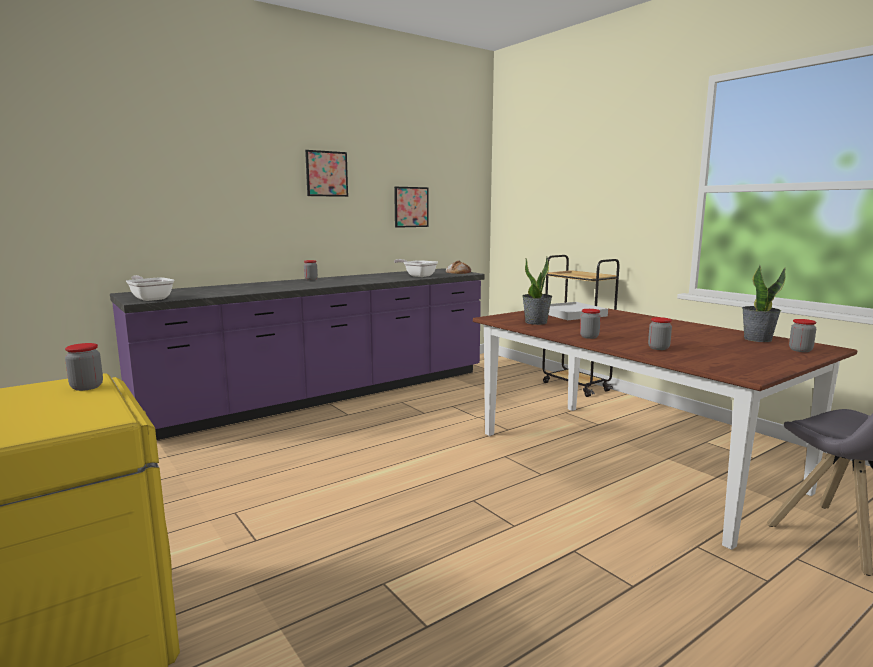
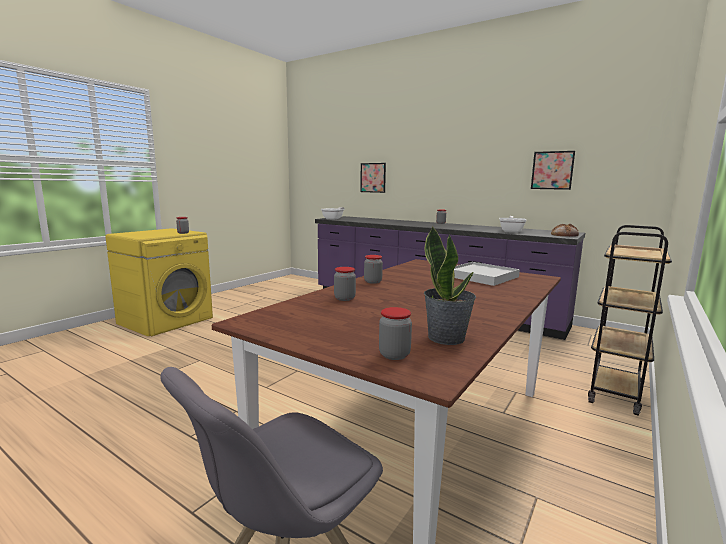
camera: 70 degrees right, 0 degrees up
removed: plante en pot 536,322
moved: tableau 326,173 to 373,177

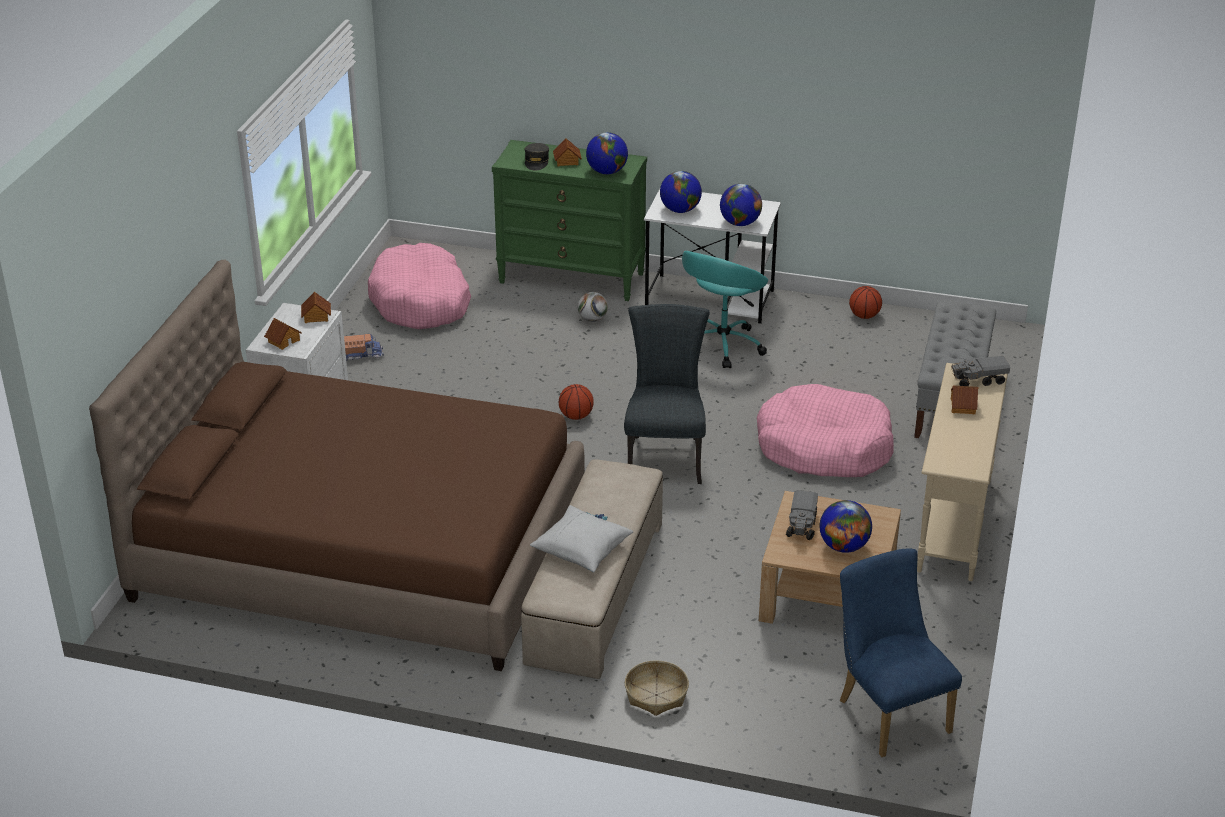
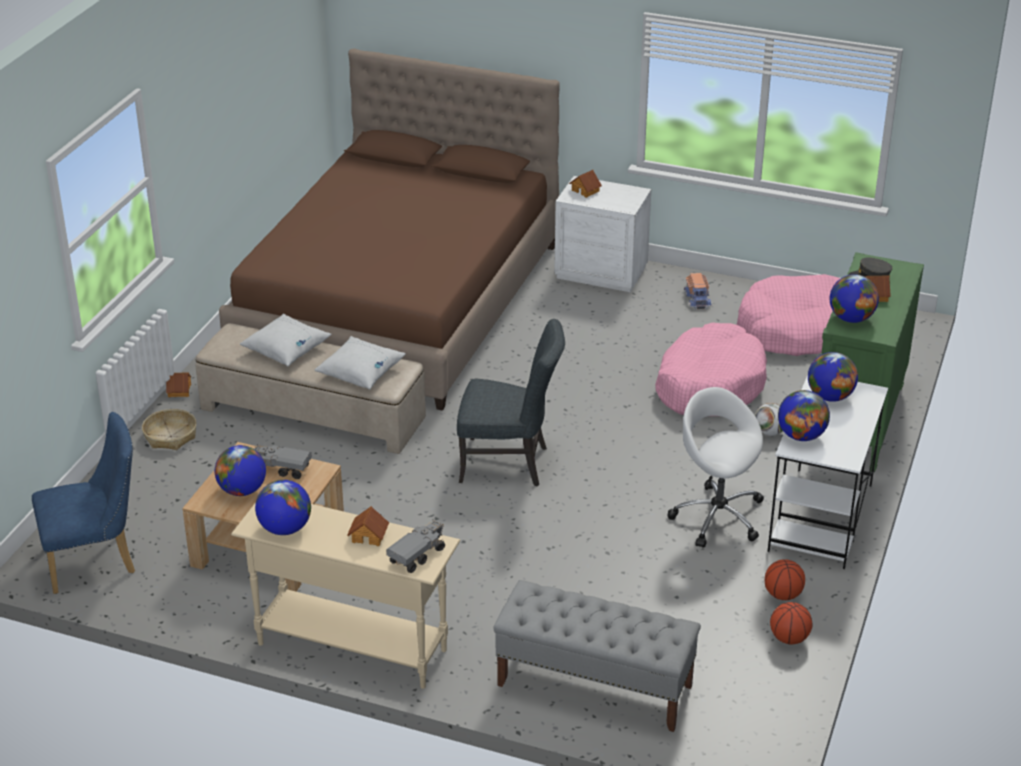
camera: 95 degrees right, 0 degrees up
added: globe 285,528; coussin (gris) 360,373
moved: maison miniature 316,317 to 179,390; ballon de basket 576,416 to 783,595; panier pour chien (rose) 824,447 to 709,385
recoloured: chaise de bureau (turquoise) 721,346 to chaise de bureau (blanc) 716,516
turned: camion jouet 978,380 = 417,556 45 degrees clockwise

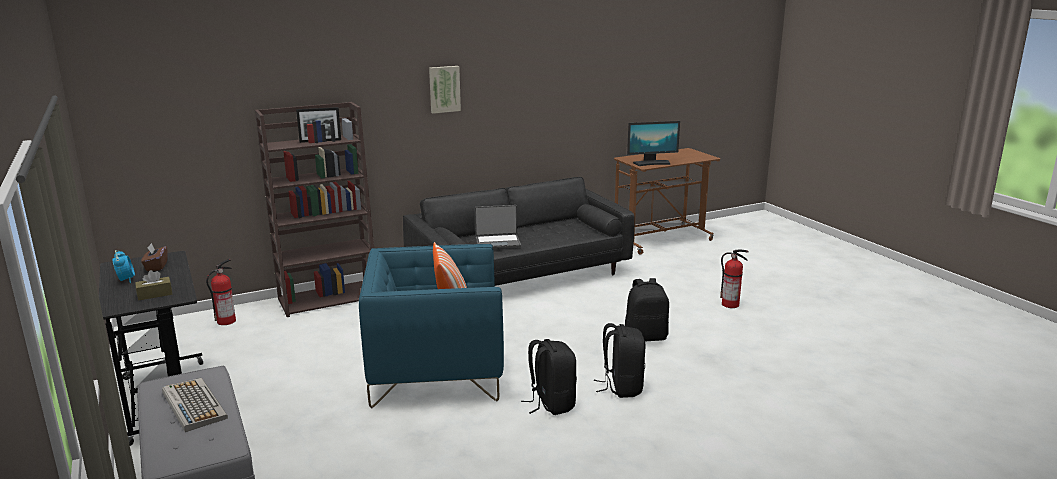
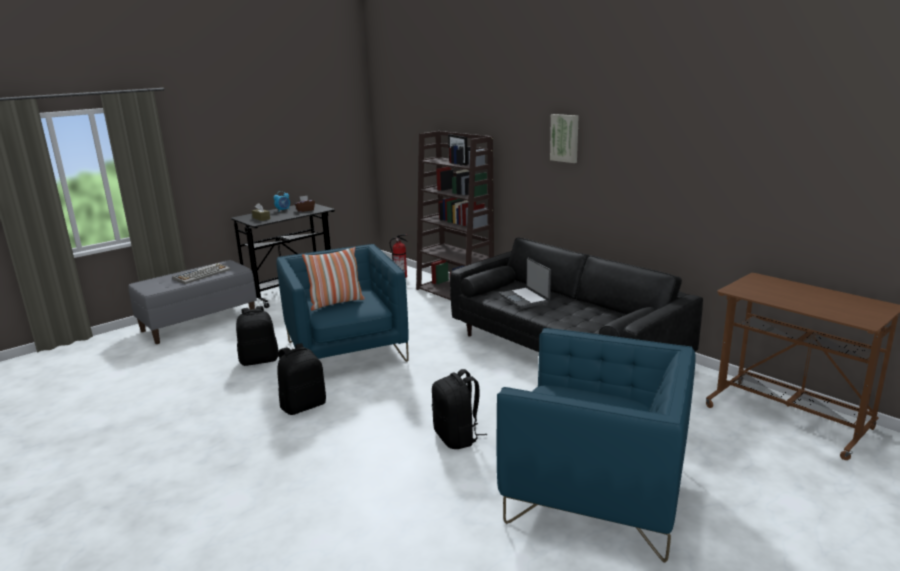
camera: 75 degrees right, 0 degrees up
removed: écran d'ordinateur 652,163
moved: sac à dos (noir) 621,387 to 259,360
replaced: extincteur 731,304 to fauteuil (bleu) 595,493

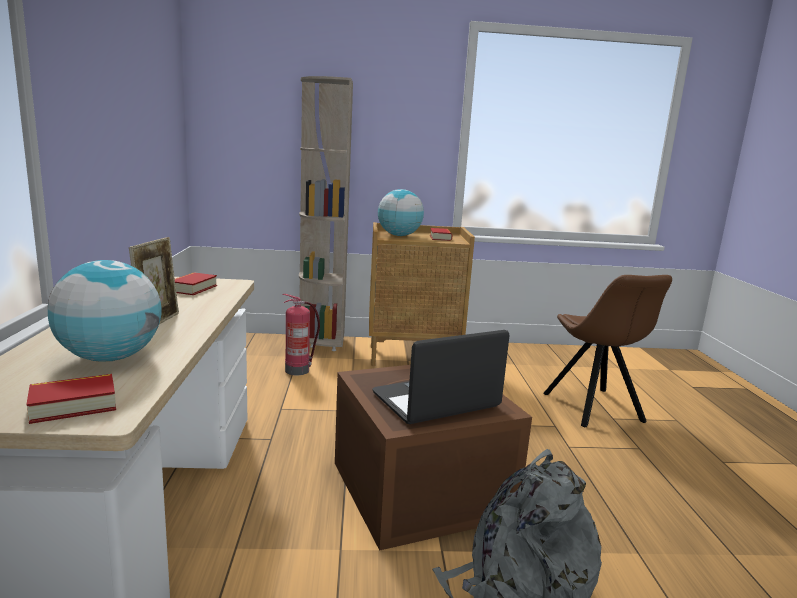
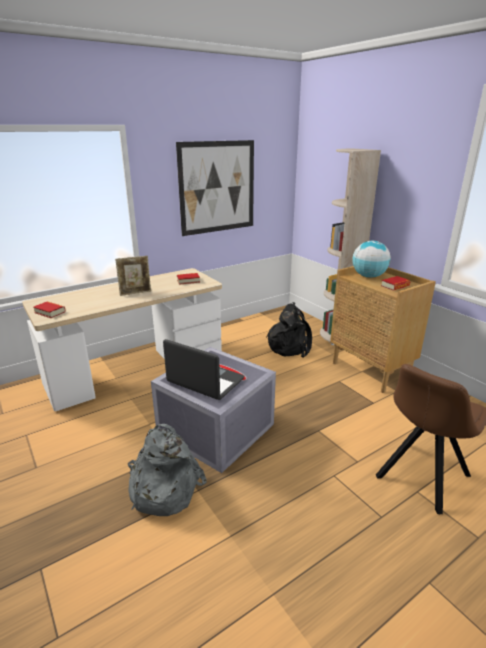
camera: 60 degrees right, 10 degrees up
removed: globe 110,358
added: tableau 217,187
replaced: extincteur 298,370 to sac à dos (noir) 290,346
recoloured: boîte de rangement (marron) 419,491 to boîte de rangement (gris) 214,429

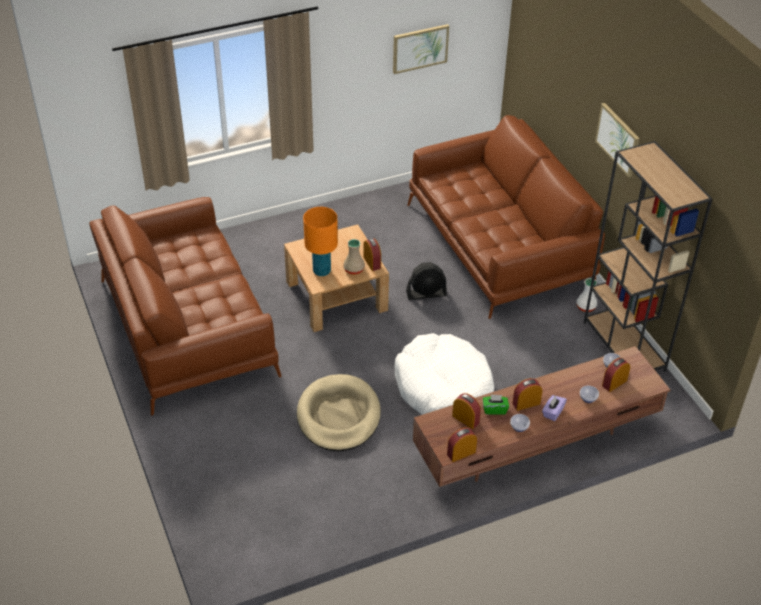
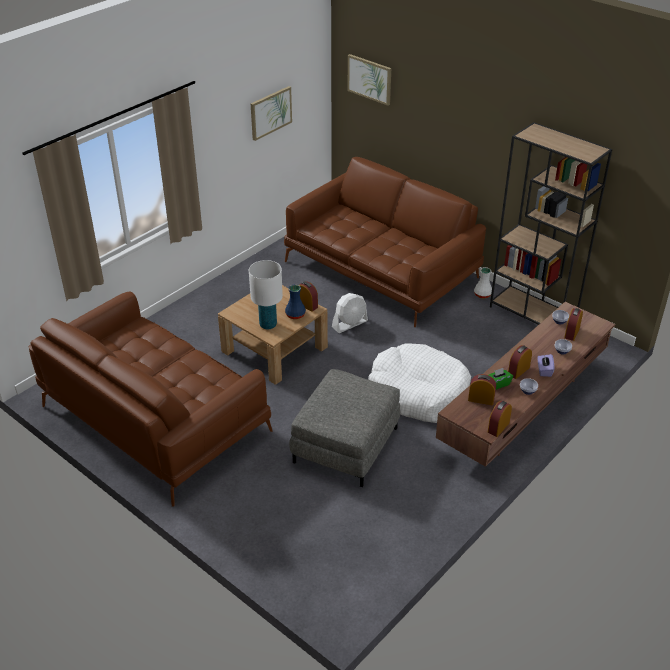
camera: 25 degrees left, 5 degrees down
moved: tableau 618,139 to 369,79
replaced: panier pour chien (beige) 338,416 to pouf (gris) 346,445
recoloured: lampe de table (orange) 321,271 to lampe de table (blanc) 268,325; vase (beige) 353,270 to vase (bleu) 295,315; ventilateur (noir) 426,293 to ventilateur (blanc) 350,324

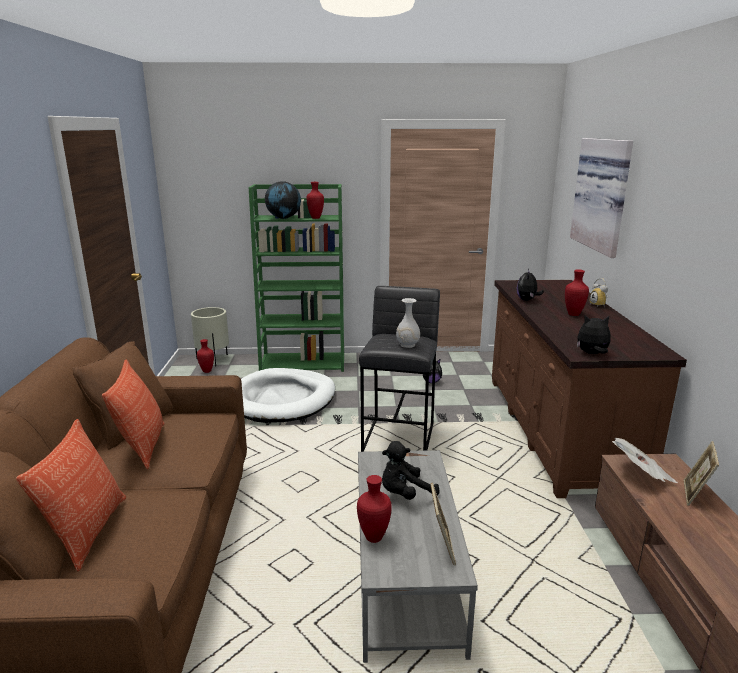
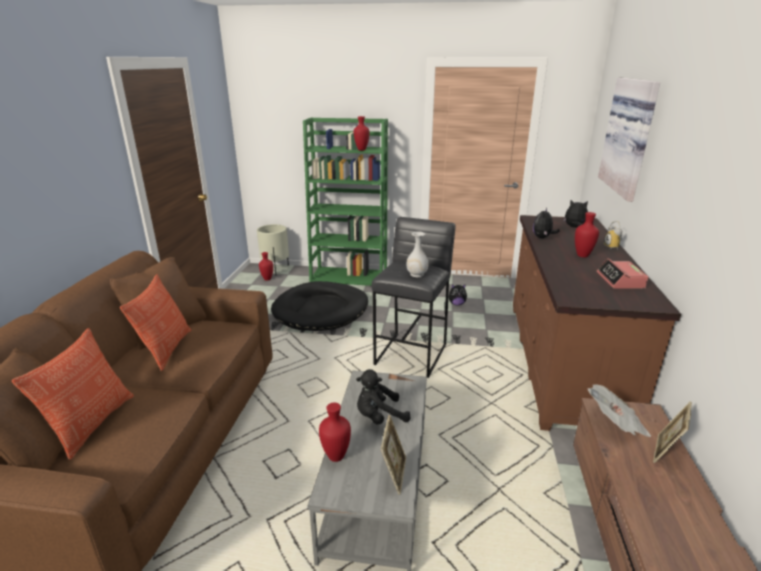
camera: 10 degrees right, 5 degrees up
removed: globe 284,218
added: réveil 620,280
moved: peluche 592,354 to 574,227
recoloured: panier pour chien (blanc) 282,399 to panier pour chien (noir) 321,310

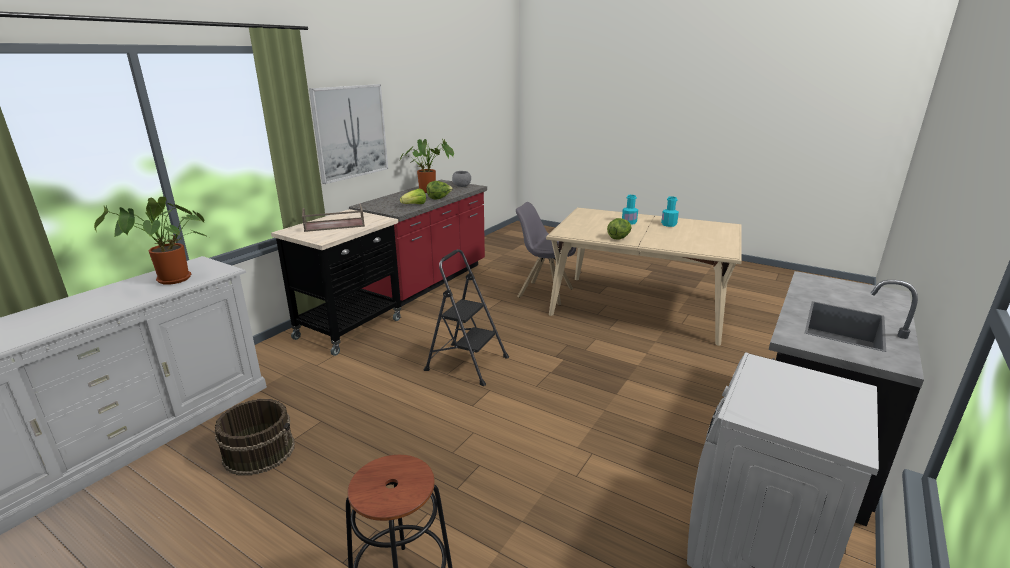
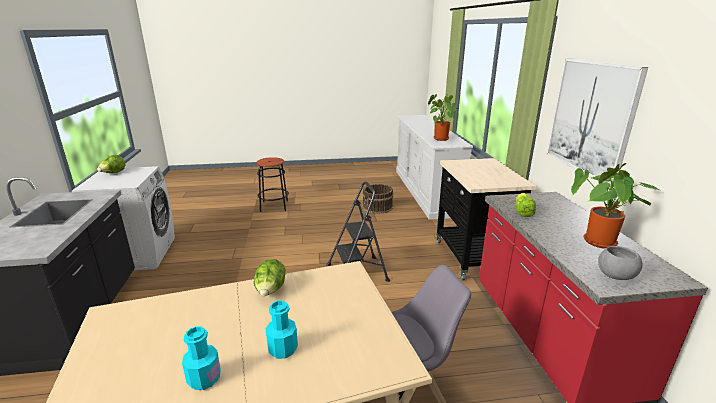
camera: 140 degrees right, 0 degrees up
removed: plateau (marron) 333,225
moved: laitue 439,198 to 113,173

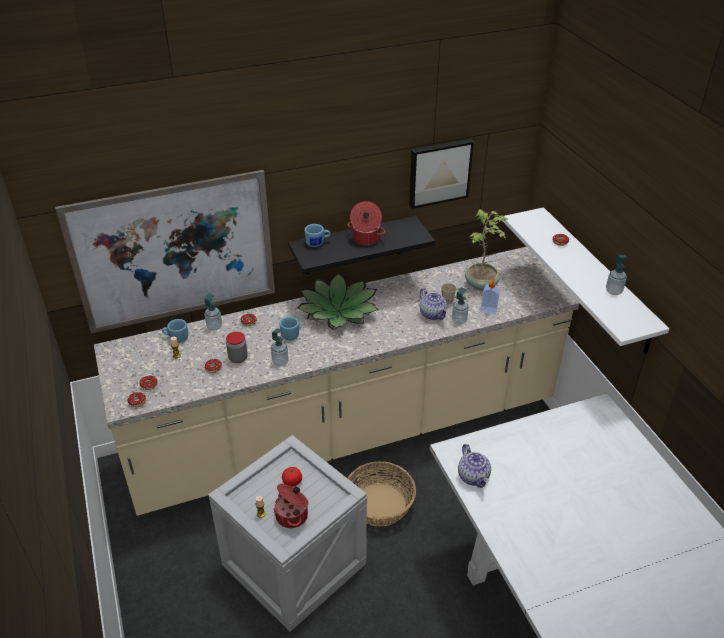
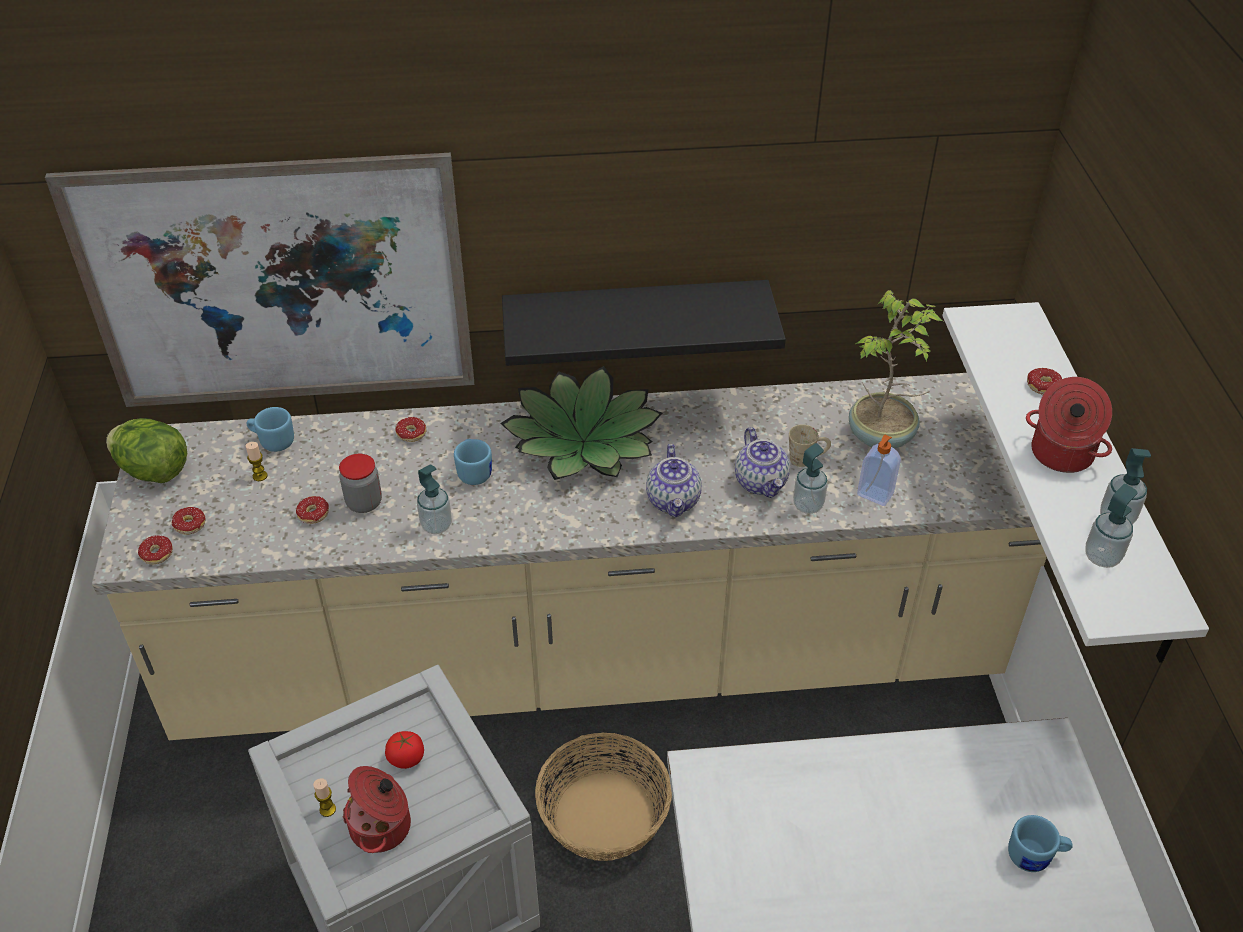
camera: 15 degrees right, 5 degrees up
removed: tableau 439,172
added: laitue 154,471
moved: distributeur de savon 214,326 to 1102,557; mug (bleu) 318,243 to 1035,857; marmite 366,239 to 1060,454; théière 474,477 to 674,501

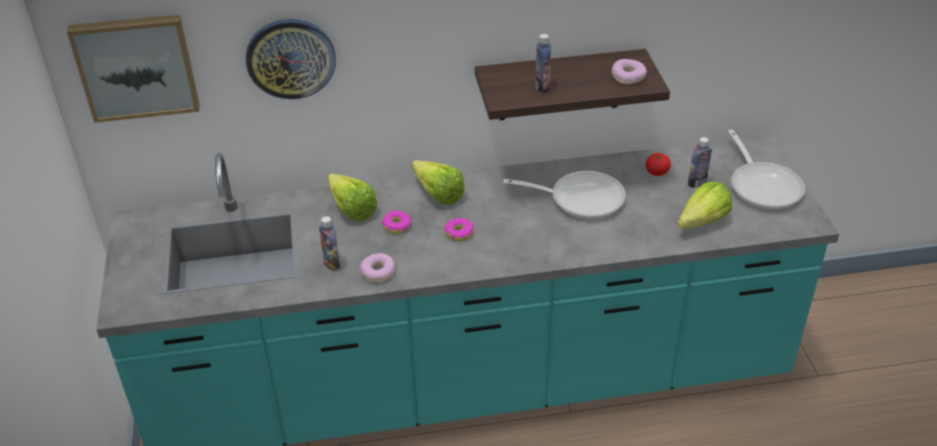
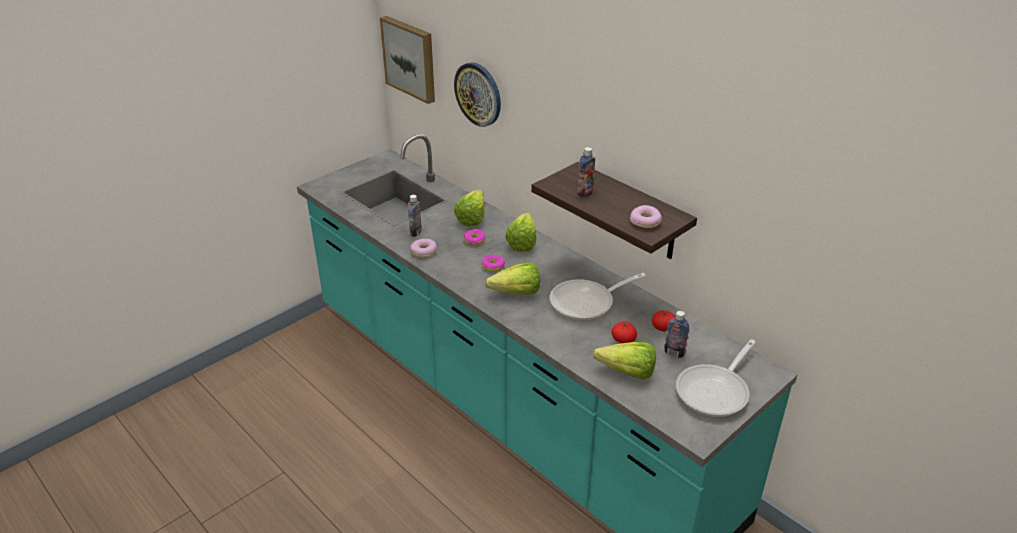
camera: 55 degrees right, 5 degrees down
added: laitue 512,293; tomate 623,339
turned: poêle 580,199 = 587,303 90 degrees clockwise

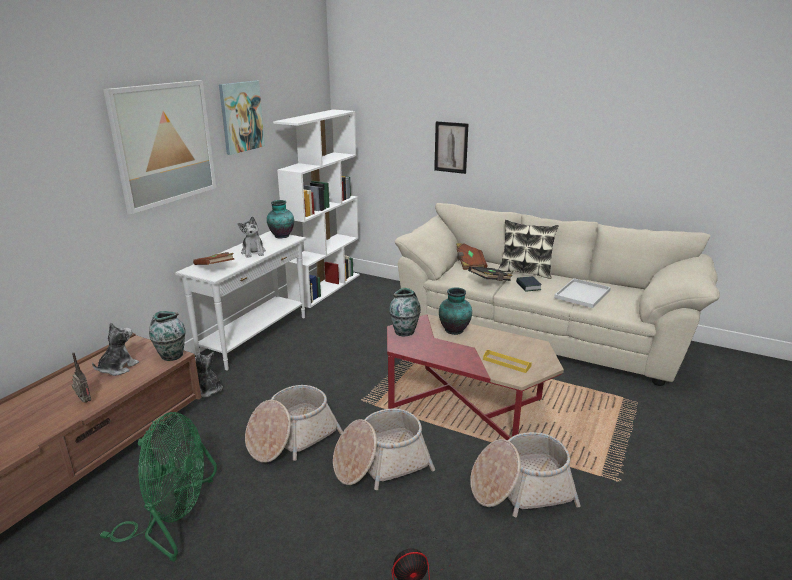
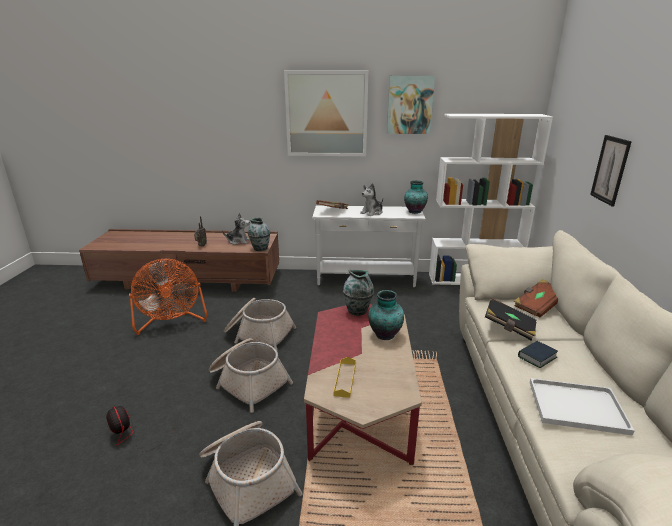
camera: 65 degrees right, 0 degrees up
removed: peluche 208,390; coussin 525,272
recoloured: ventilateur (vert) 171,519 to ventilateur (orange) 169,321

